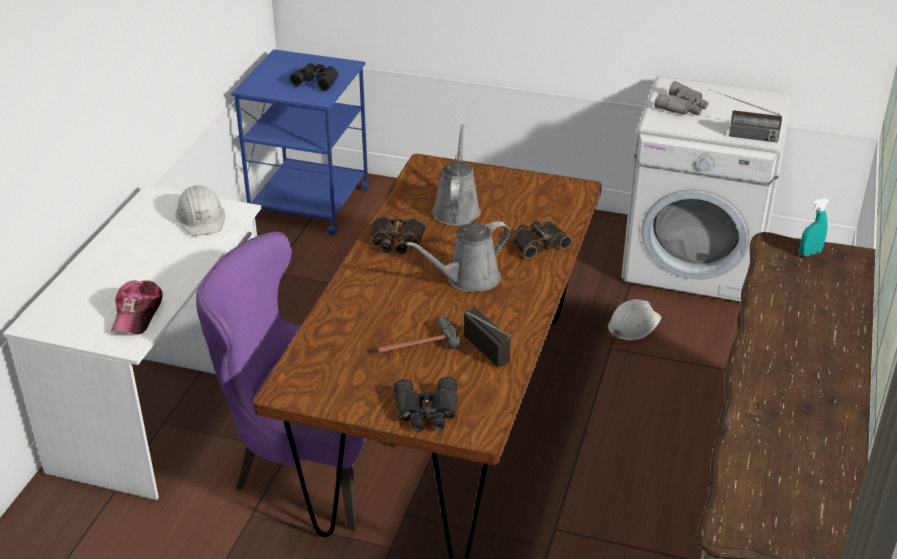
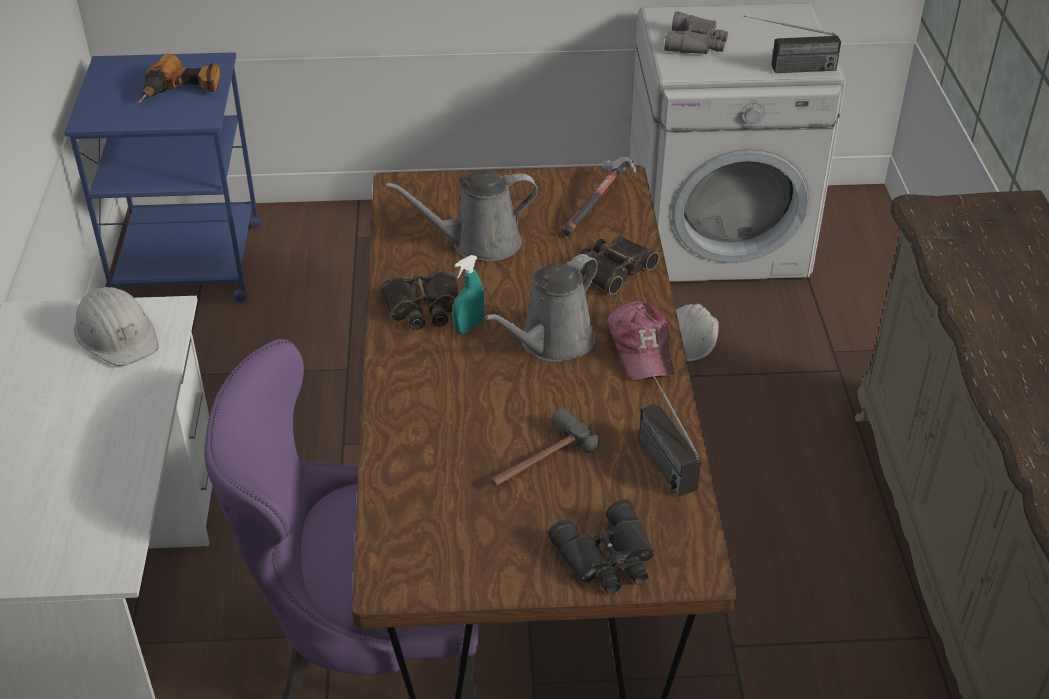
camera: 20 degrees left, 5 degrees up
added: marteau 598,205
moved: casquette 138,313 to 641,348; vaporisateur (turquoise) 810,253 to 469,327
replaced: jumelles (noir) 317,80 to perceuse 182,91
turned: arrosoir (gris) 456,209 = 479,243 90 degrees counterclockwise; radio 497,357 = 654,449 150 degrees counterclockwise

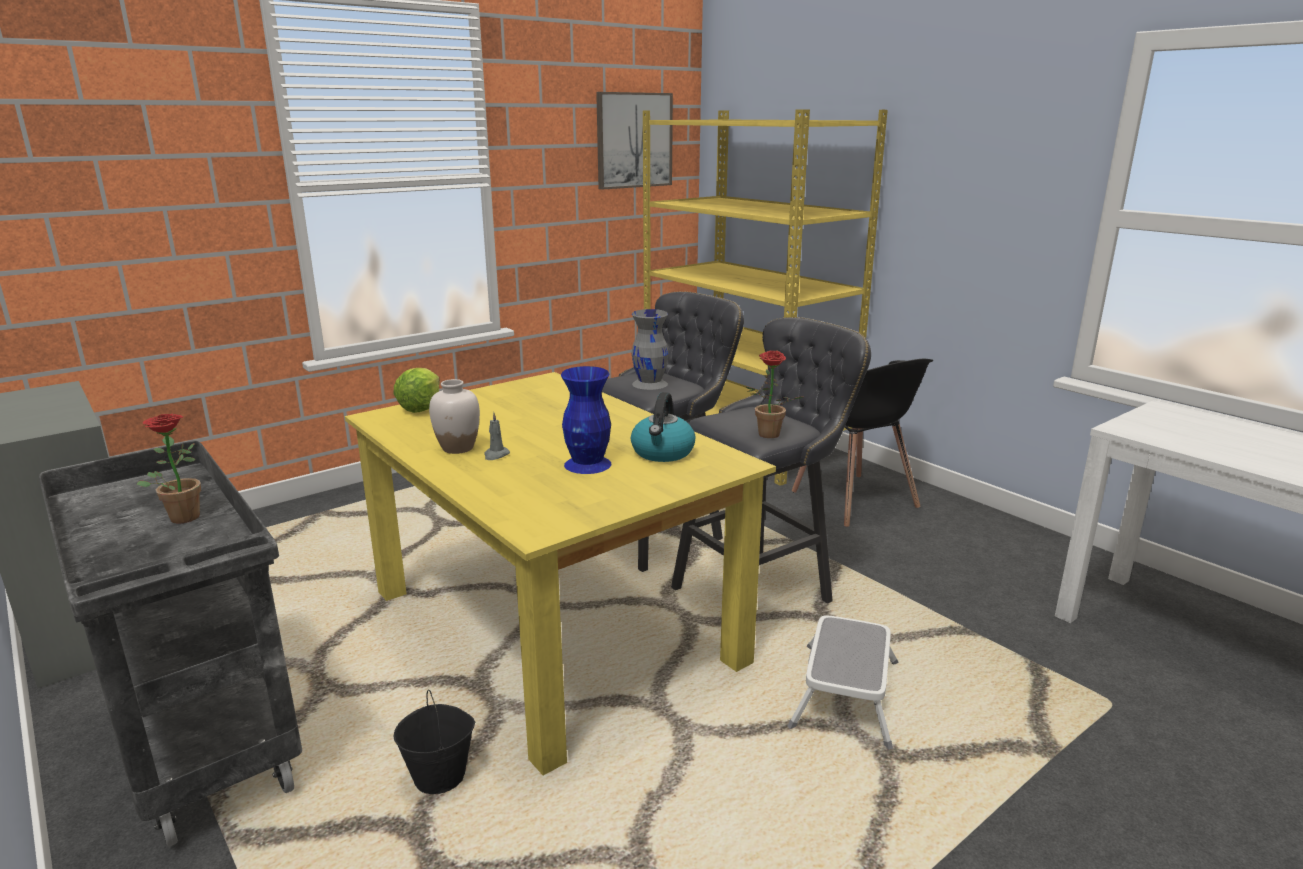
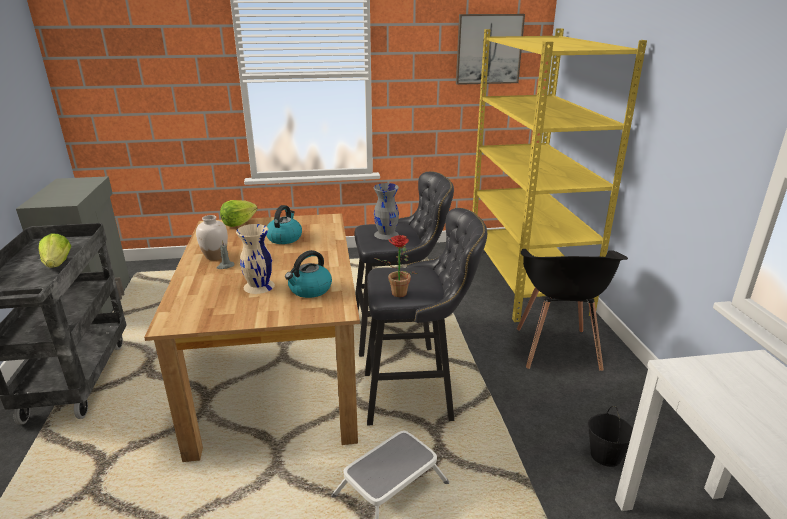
camera: 30 degrees right, 5 degrees up
added: bouilloire 284,238
moved: seau (noir) 440,777 to 606,455
replaced: plante en pot 182,515 to laitue 58,264
recoloured: table à manger (jaune) 556,627 to table à manger (marron) 279,375; vase (bleu) 587,464 to vase (beige) 258,286

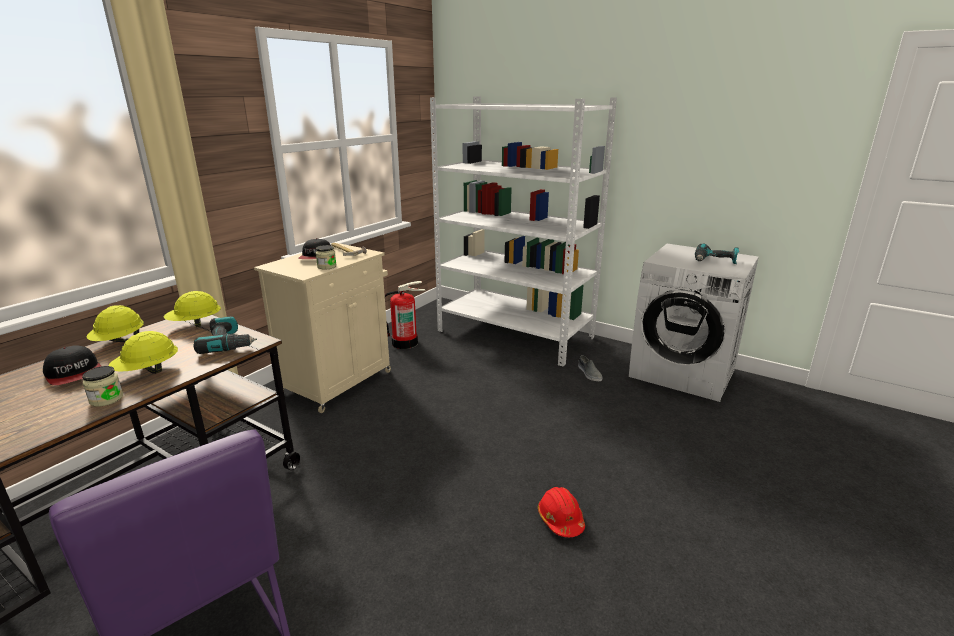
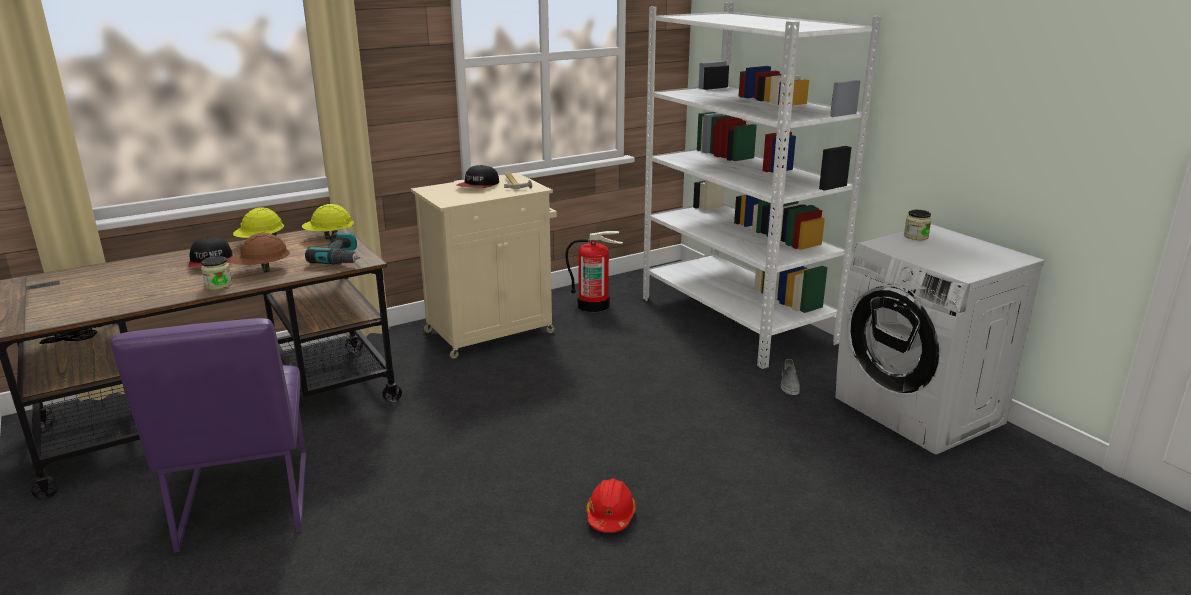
camera: 25 degrees right, 0 degrees up
removed: perceuse 714,261
moved: bocal 327,266 to 916,236
recoloured: casque de chantier (jaune) 148,372 to casque de chantier (marron) 262,270

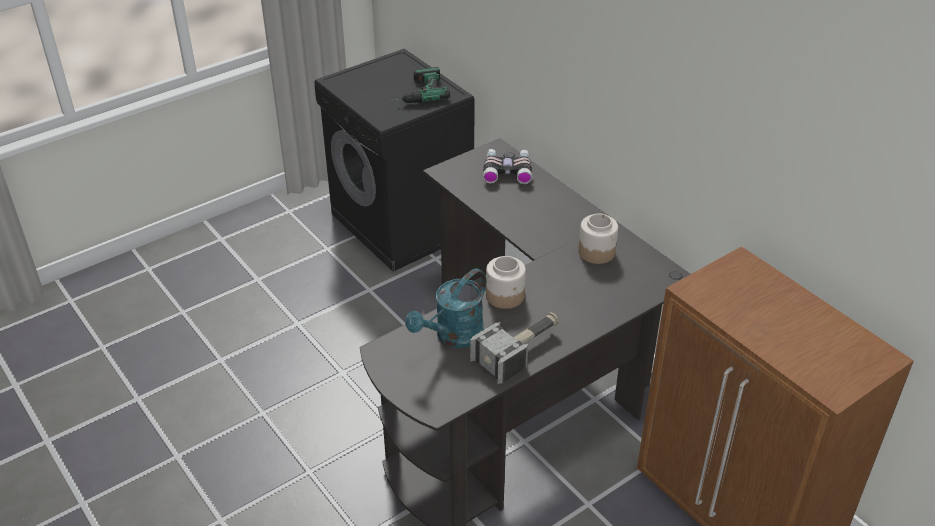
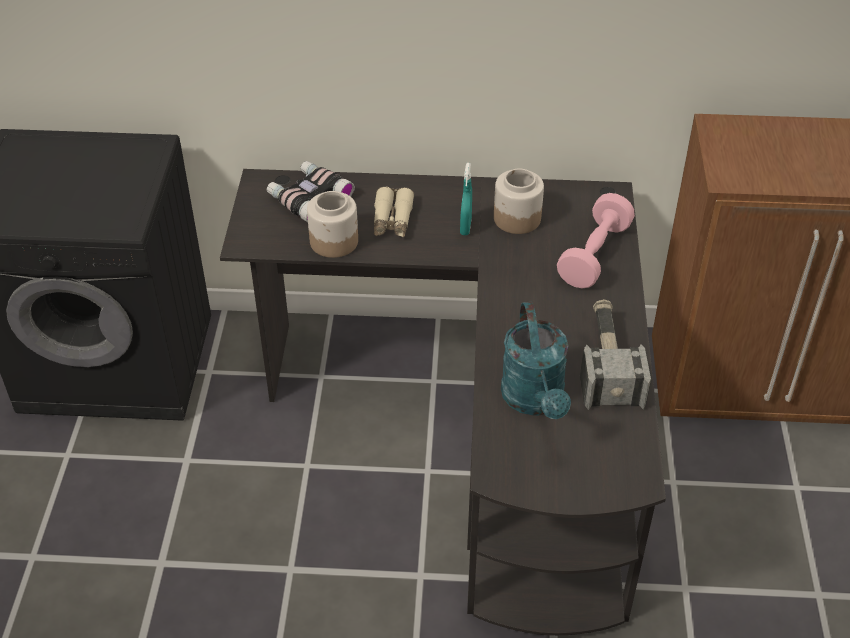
camera: 50 degrees left, 5 degrees up
removed: perceuse 416,92
added: jumelles (beige) 392,220; vaporisateur (turquoise) 465,227; haltère (rose) 594,255
moved: bocal 505,296 to 334,241

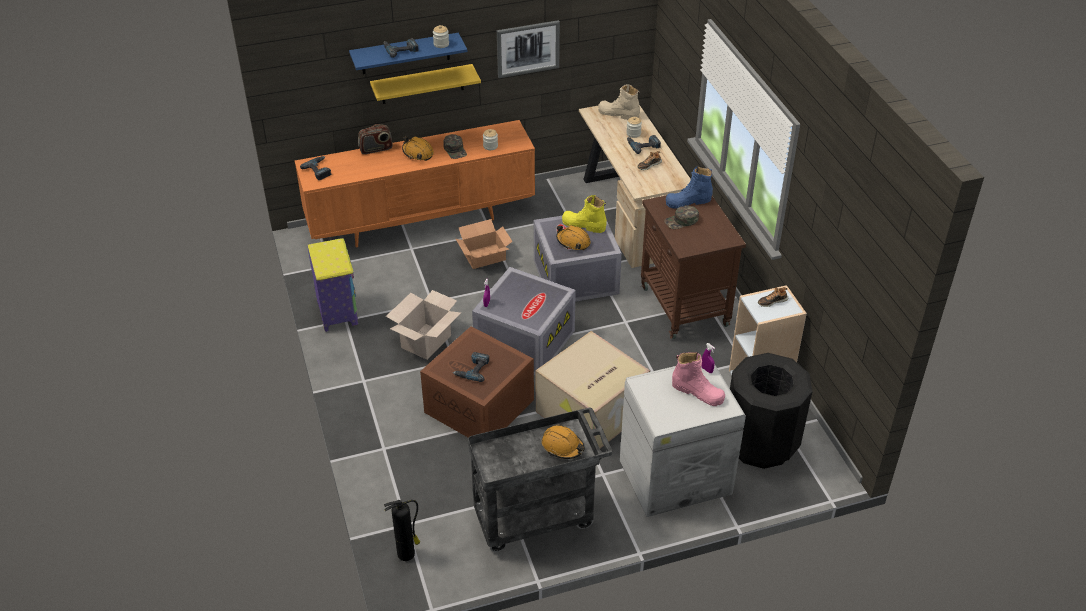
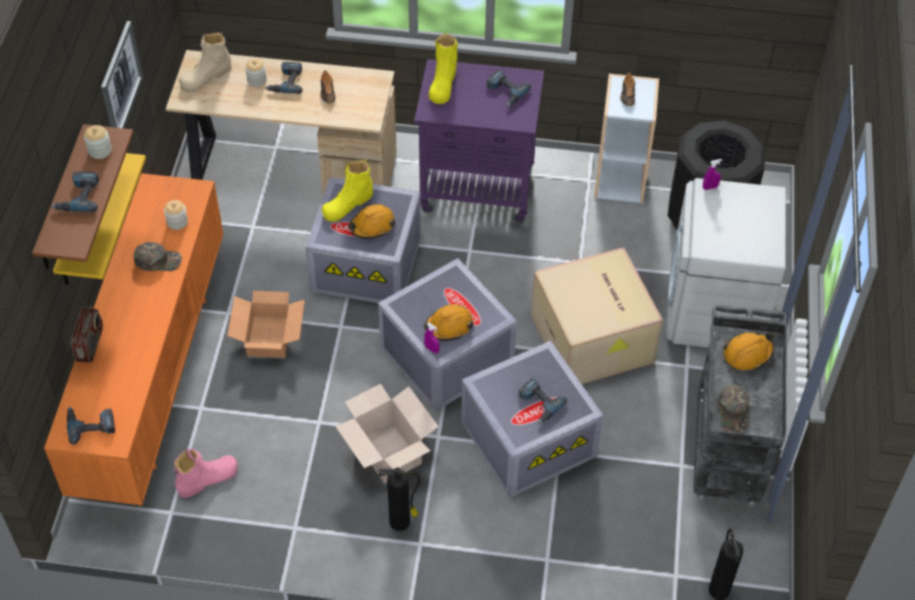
camera: 65 degrees left, 10 degrees up
removed: table de chevet 338,311
added: extincteur 401,522; perceuse 505,92
moved: casque de chantier (orange) 418,153 to 448,326; casquette (vert) 681,221 to 733,412; botte (rose) 698,392 to 207,479
recoloured: étagère (bleu) 405,53 to étagère (marron) 62,201; boîte de rangement (marron) 481,406 to boîte de rangement (gris) 529,437; chariot (marron) 684,307 to chariot (violet) 478,191; botte (bleu) 688,201 to botte (jaune) 443,83

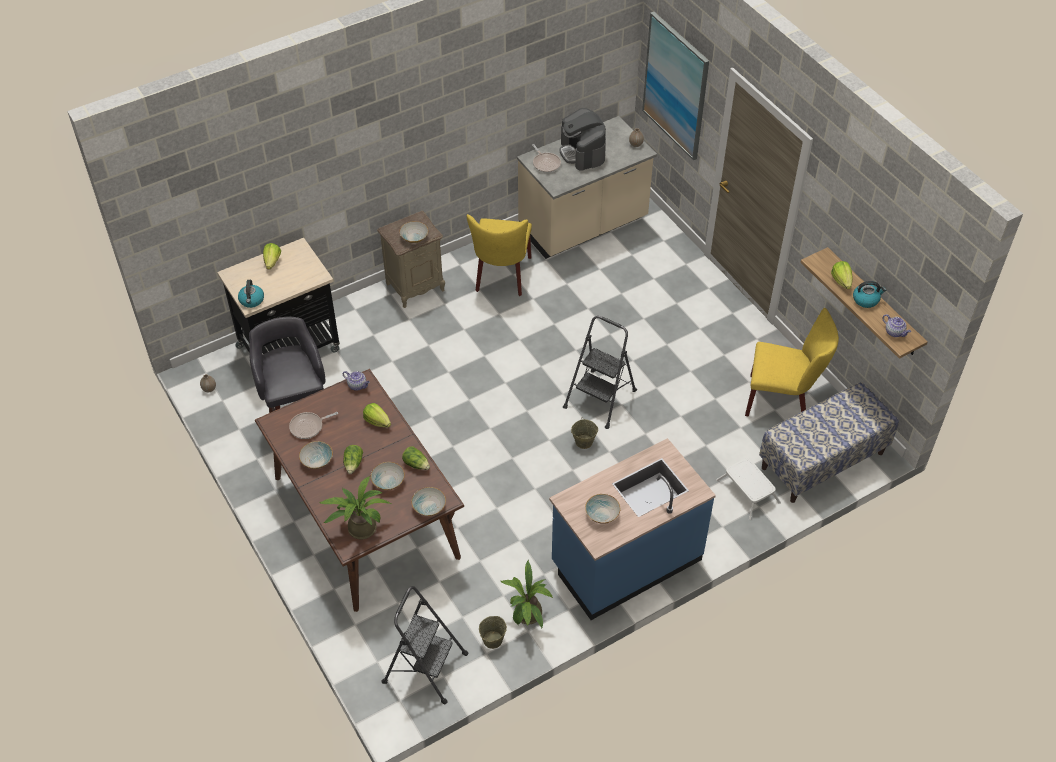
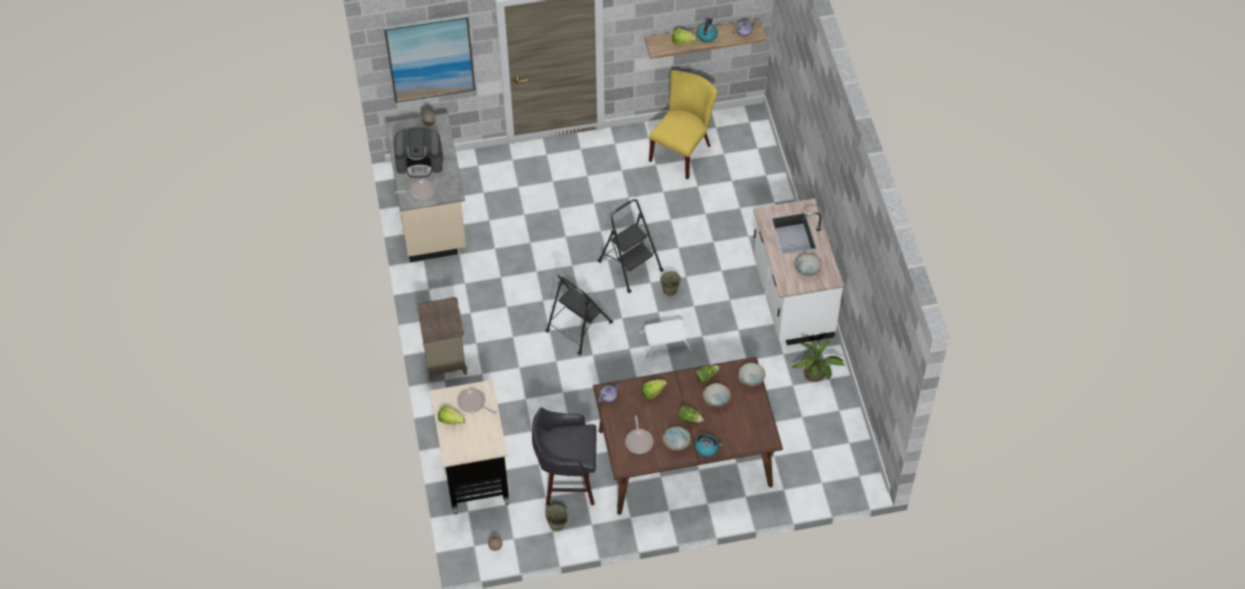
camera: 70 degrees left, 5 degrees up
removed: plante en pot 358,527; bol 414,237; chaise (jaune) 502,277; banc 822,461
added: poêle 473,403
moved: bouilloire 252,300 to 707,448; escabeau (noir) 422,666 to 577,327; seau (beige) 492,640 to 557,524; escabeau (blanc) 748,491 to 665,341
recoloured: comptoir de cuisine (bleu) 625,561 to comptoir de cuisine (blanc) 791,299

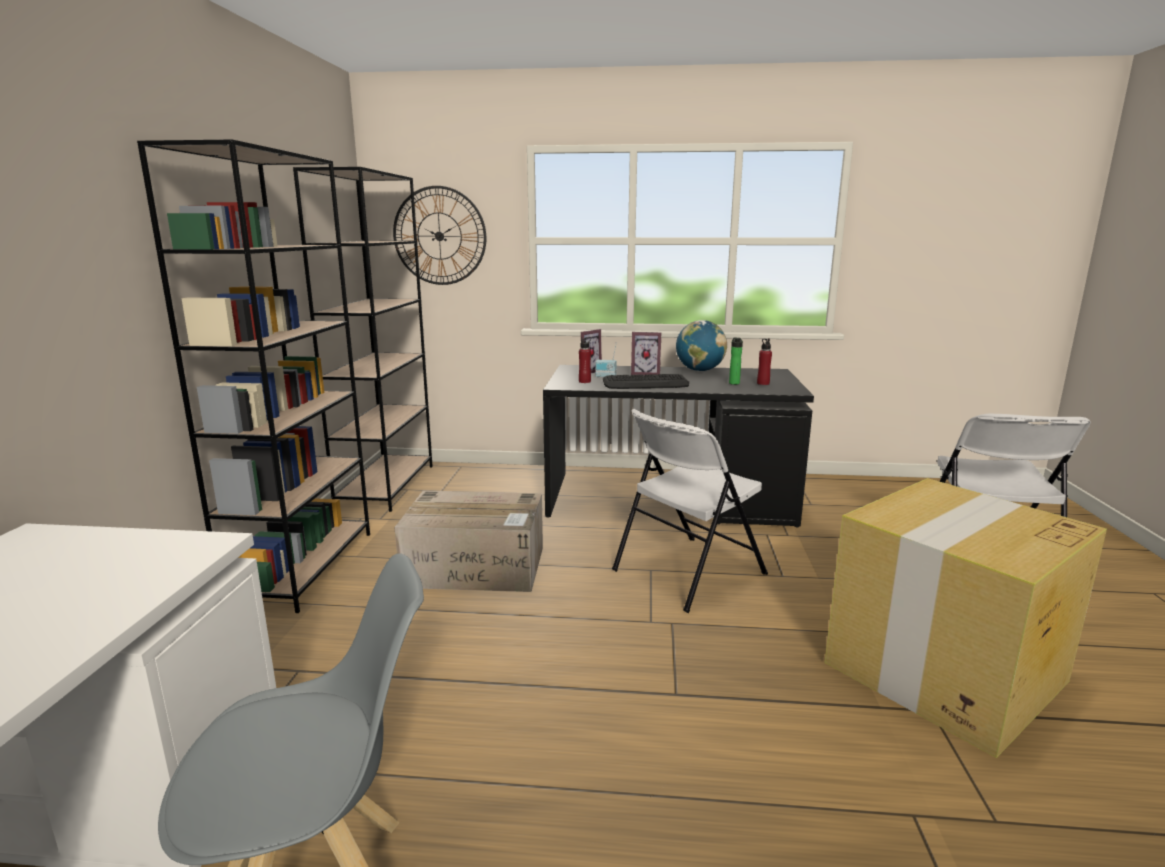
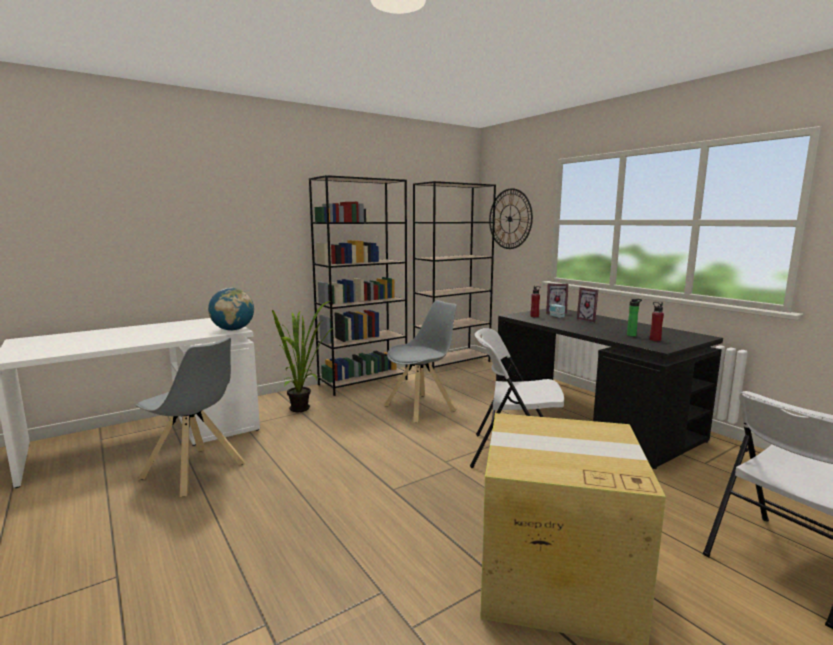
camera: 50 degrees right, 5 degrees down
removed: clavier 646,383
added: plante en pot 304,409
moved: globe 699,370 to 233,330
replaced: carton 477,566 to chaise (gris) 421,407

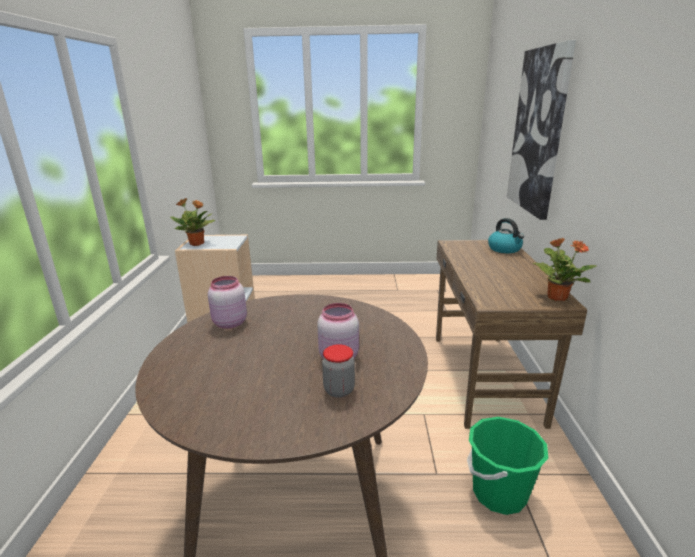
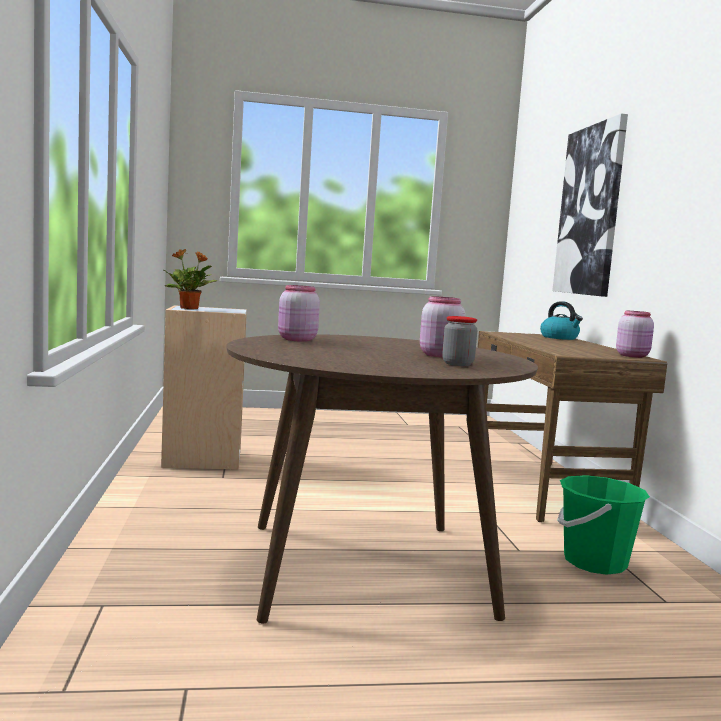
camera: 10 degrees left, 15 degrees down
replaced: plante en pot 556,297 to bocal (rose) 633,356

